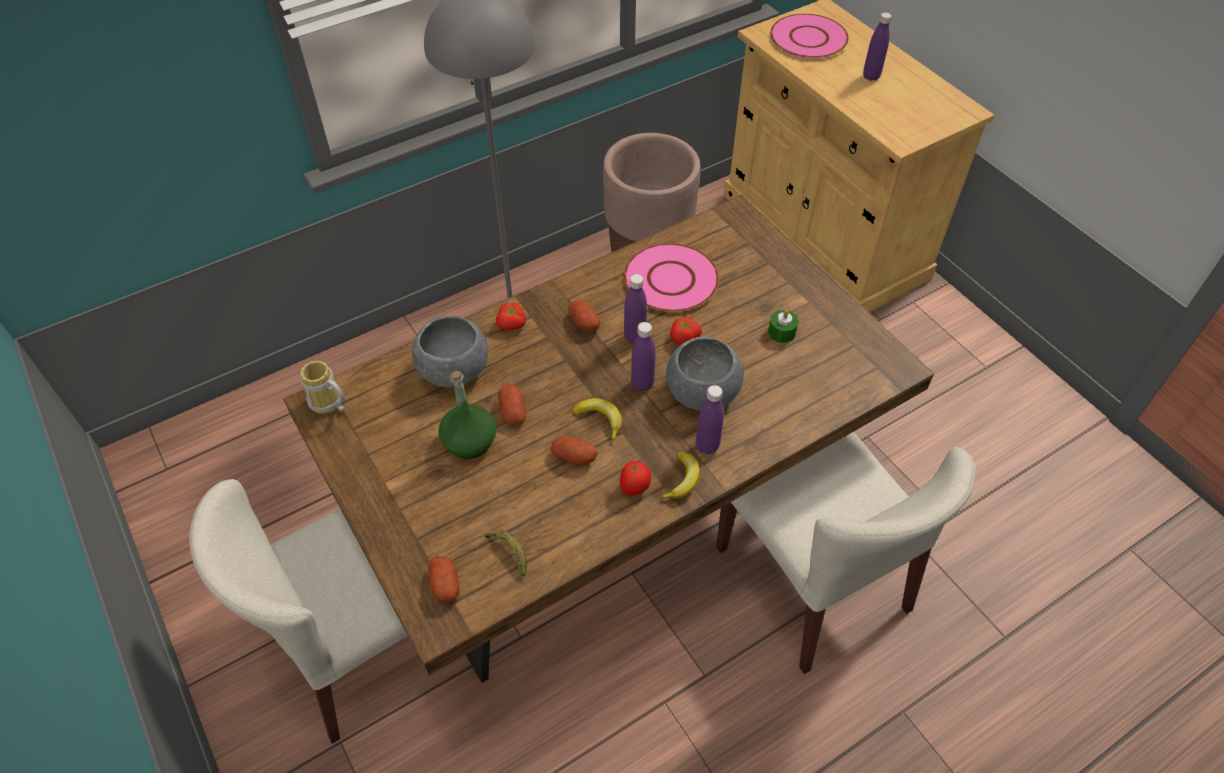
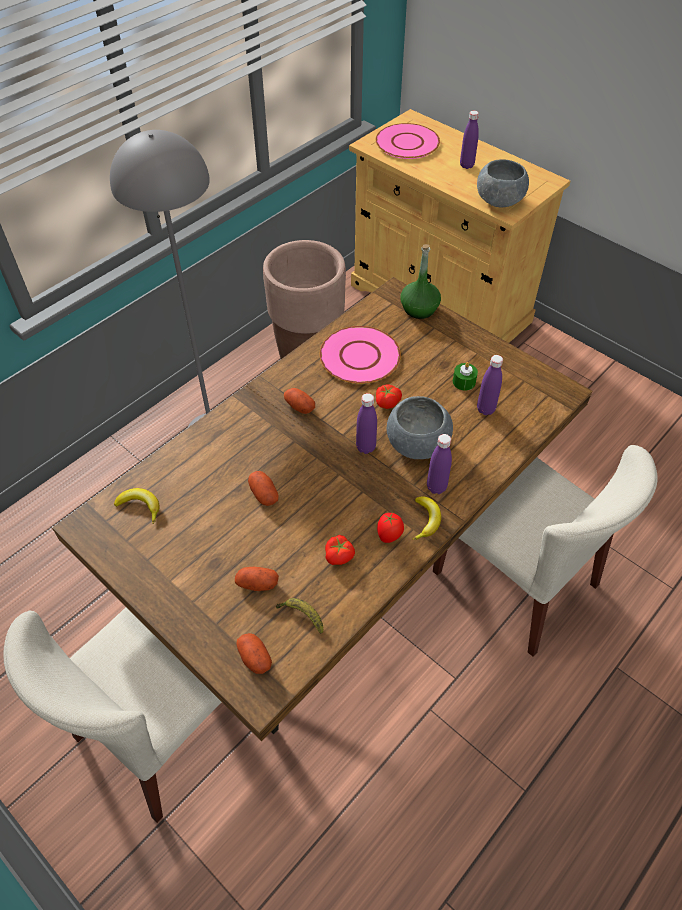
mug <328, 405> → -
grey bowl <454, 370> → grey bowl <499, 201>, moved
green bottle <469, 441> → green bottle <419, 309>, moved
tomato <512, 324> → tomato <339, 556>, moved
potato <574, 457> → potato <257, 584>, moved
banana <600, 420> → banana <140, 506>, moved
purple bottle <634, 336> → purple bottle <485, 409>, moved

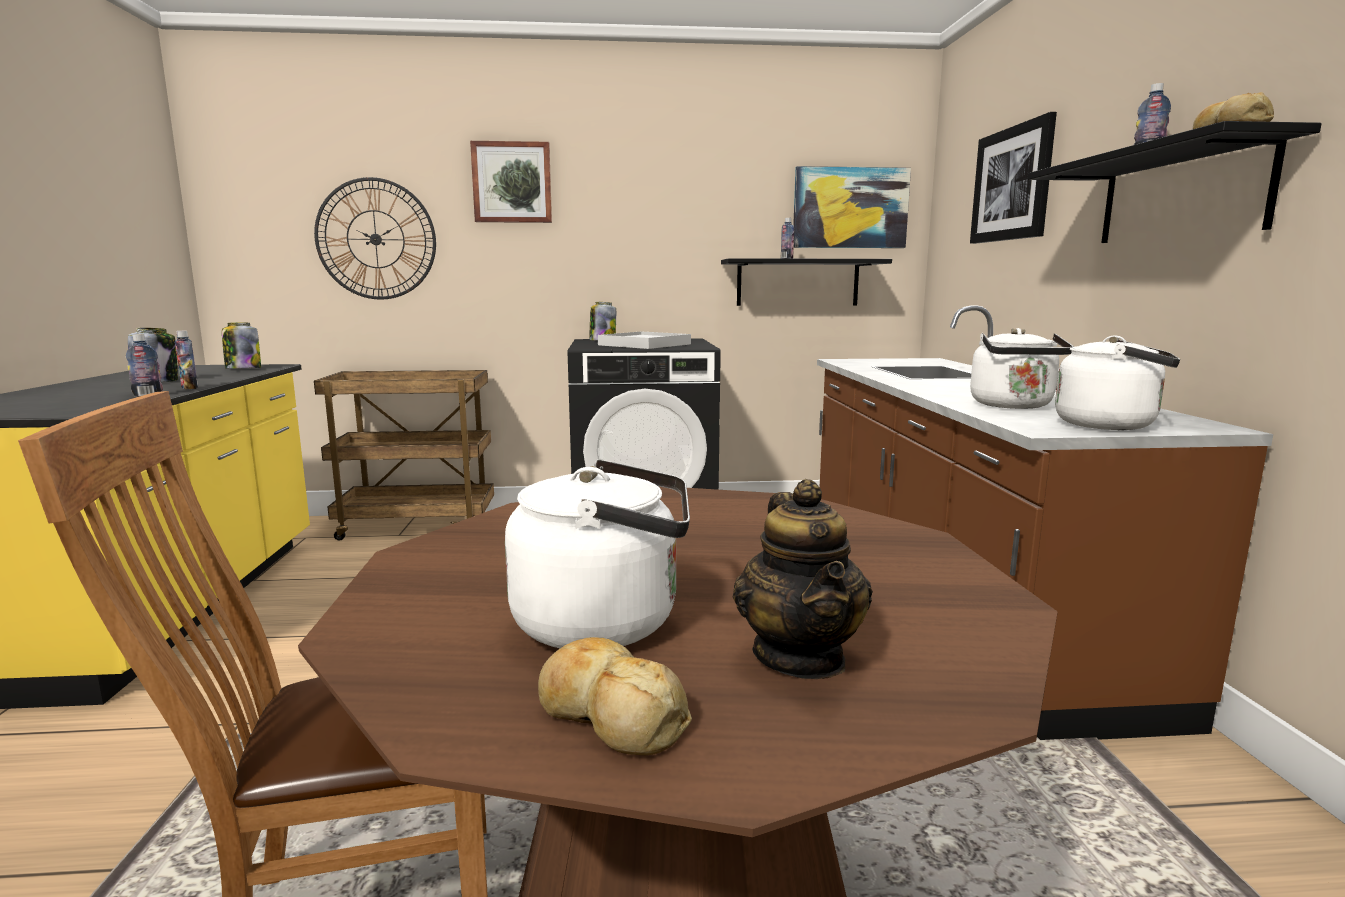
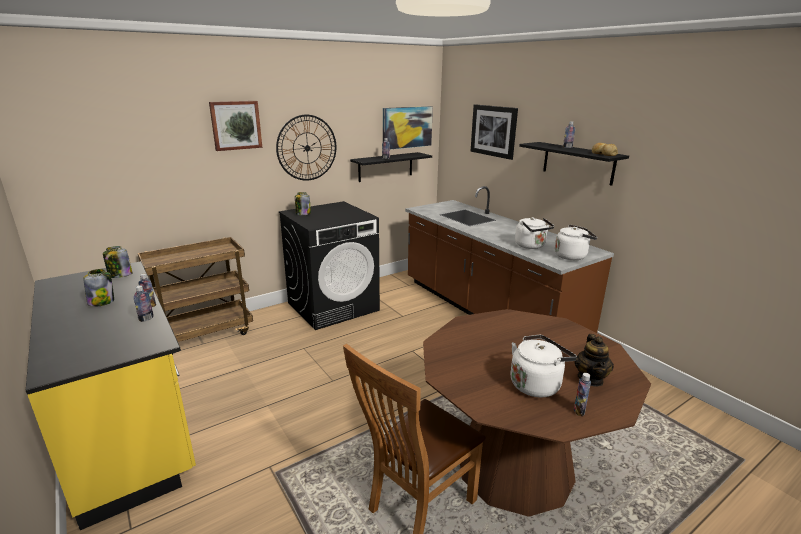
wall clock <376, 239> → wall clock <307, 148>, moved
bread <611, 715> → bottle <579, 411>
white tray <644, 344> → -
teapot <800, 656> → teapot <590, 379>, 45 degrees clockwise

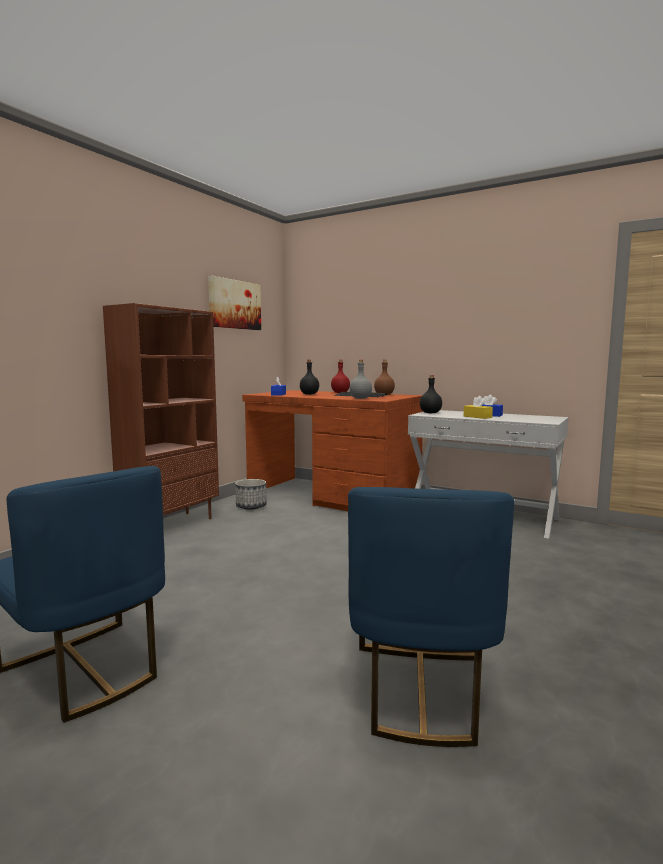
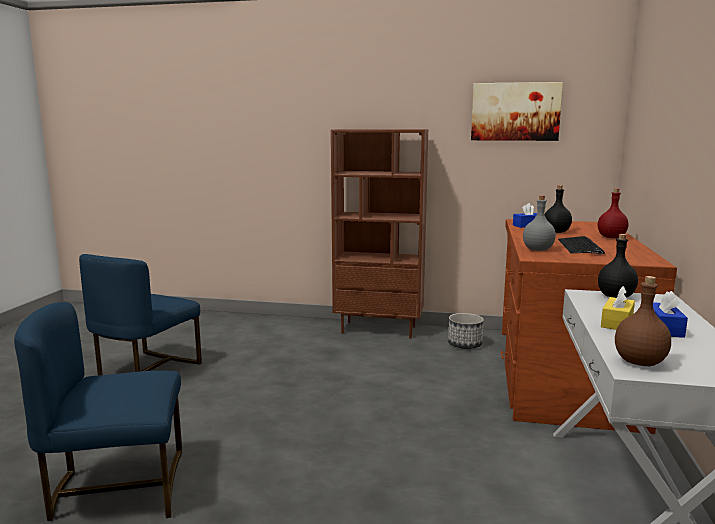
brown bottle <384, 395> → brown bottle <640, 362>, moved

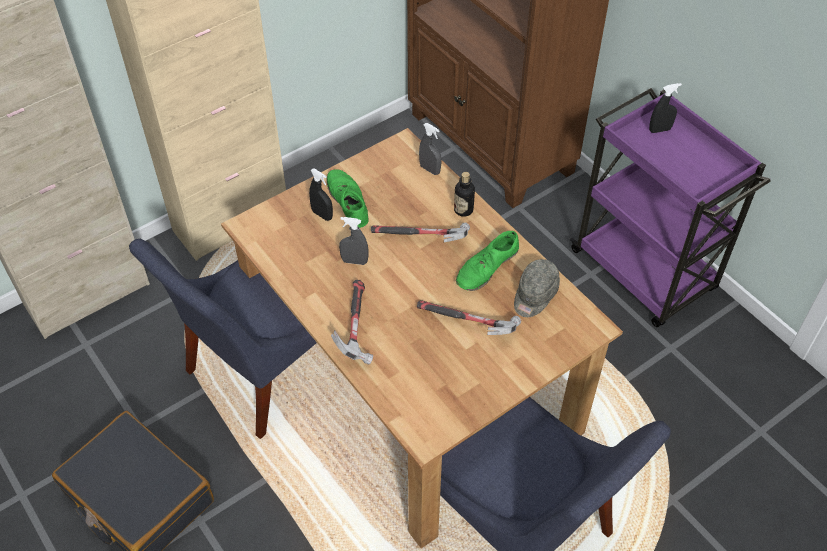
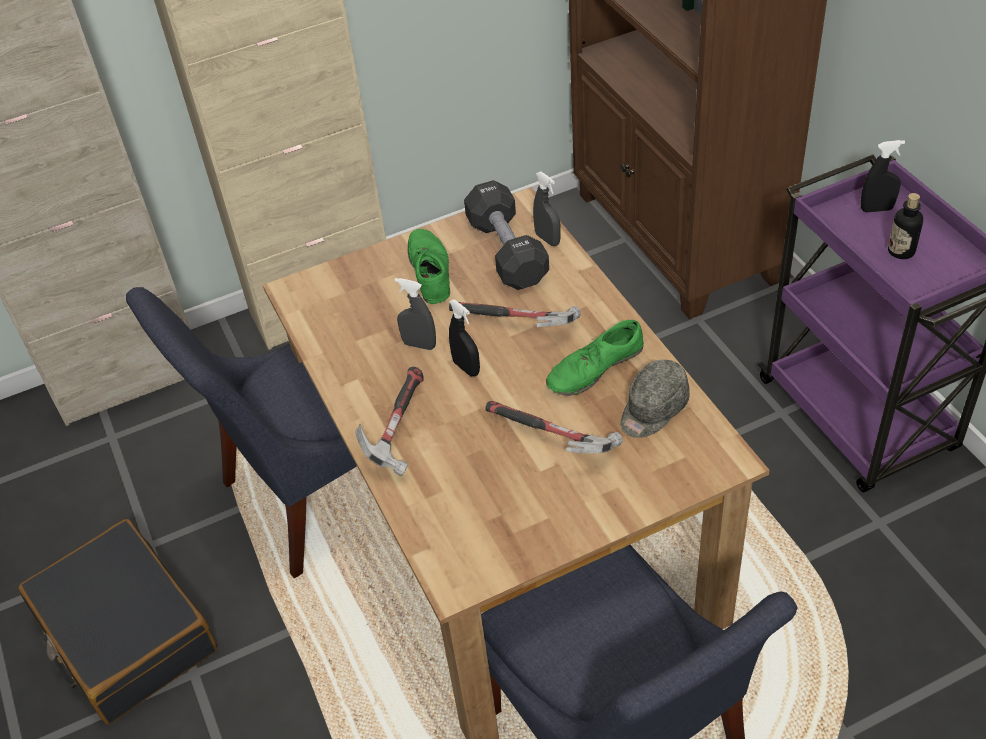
black spray bottle <322, 215> → black spray bottle <466, 368>, moved
bottle <463, 210> → bottle <901, 251>, moved
- → black dumbbell <507, 252>

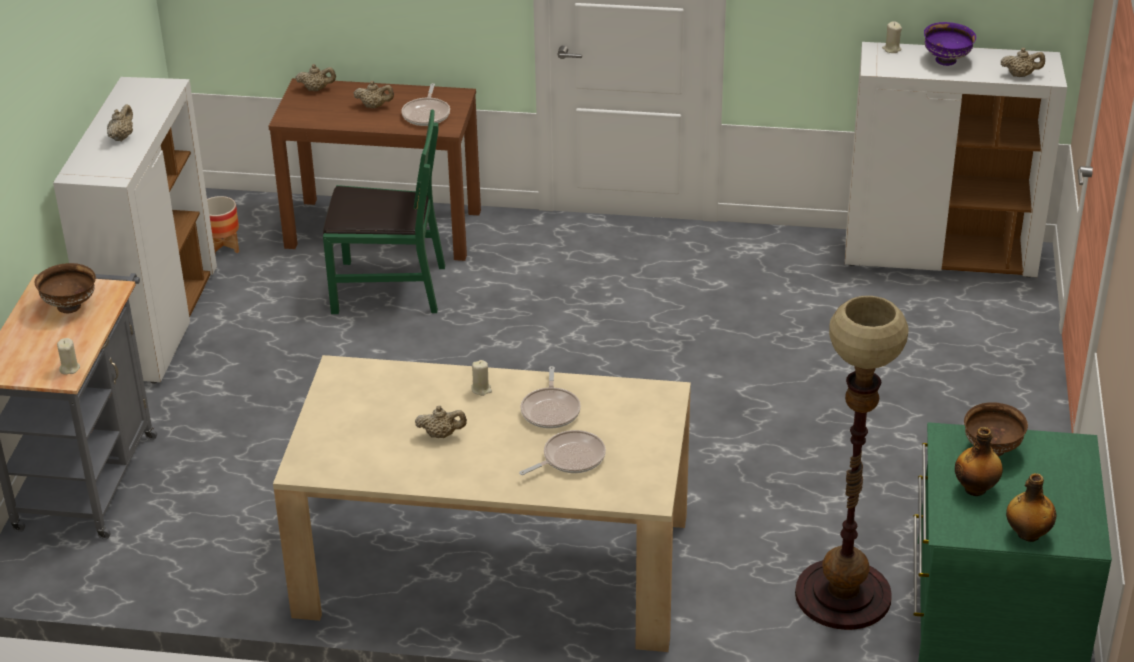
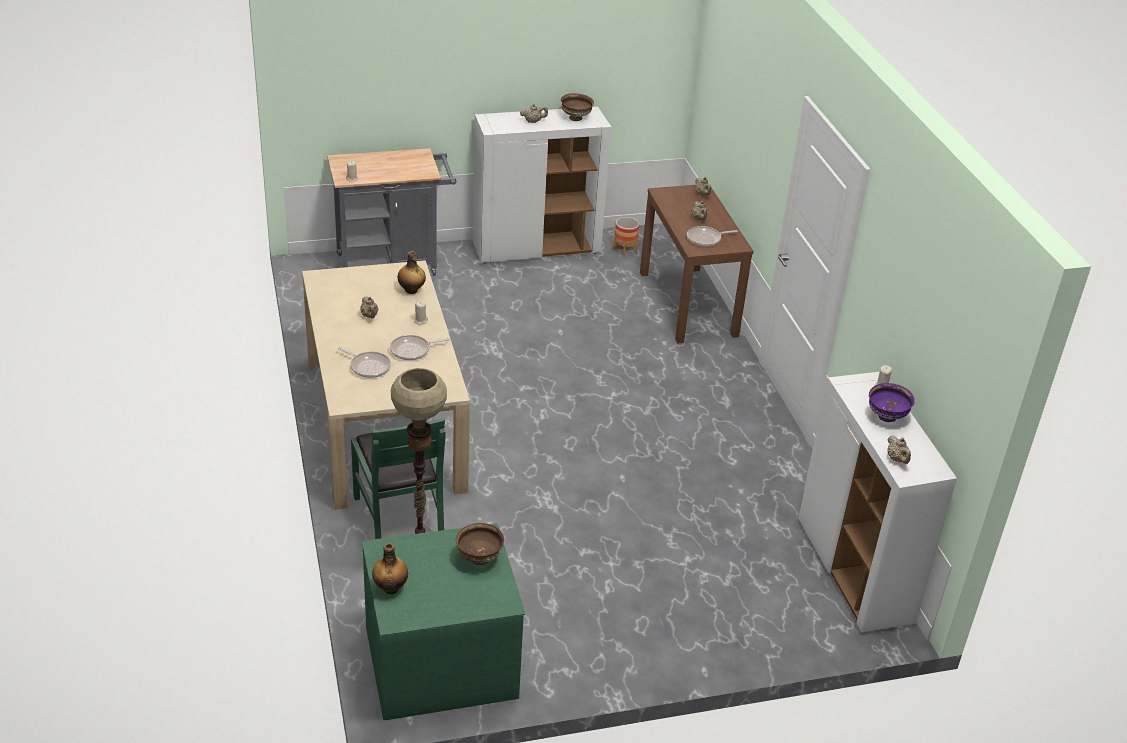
brown bowl <70, 306> → brown bowl <576, 118>, moved
green chair <388, 288> → green chair <400, 517>, moved
bottle <976, 489> → bottle <411, 290>, moved

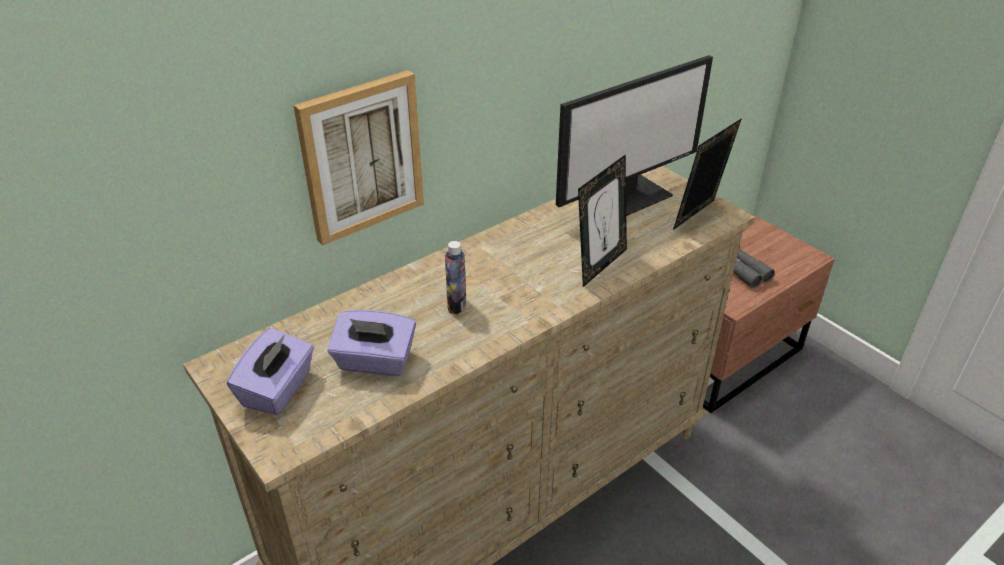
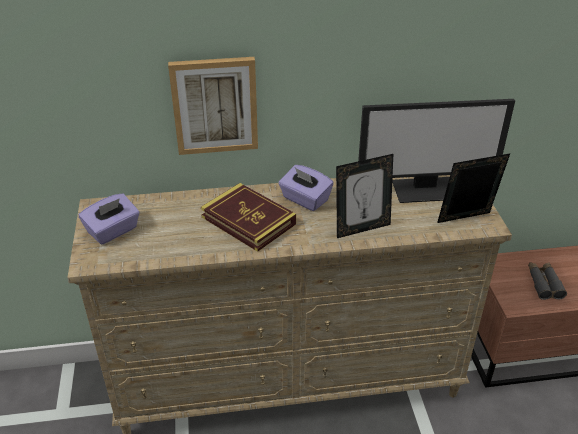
purple tissue box <375, 361> → purple tissue box <305, 200>, moved
bottle <457, 305> → book <248, 220>

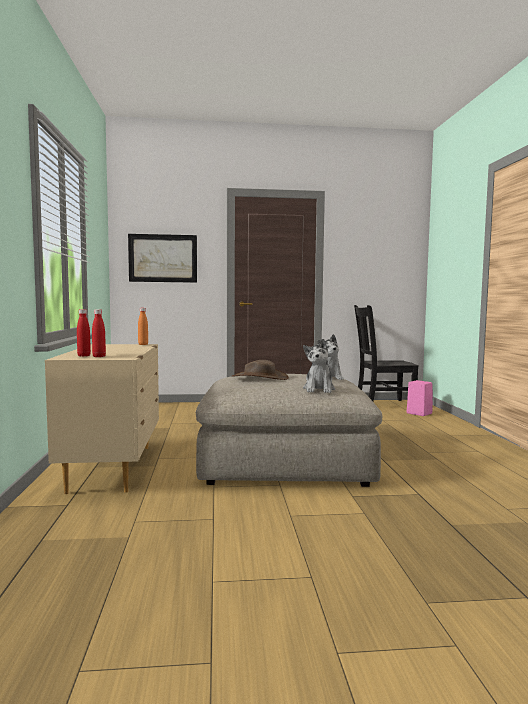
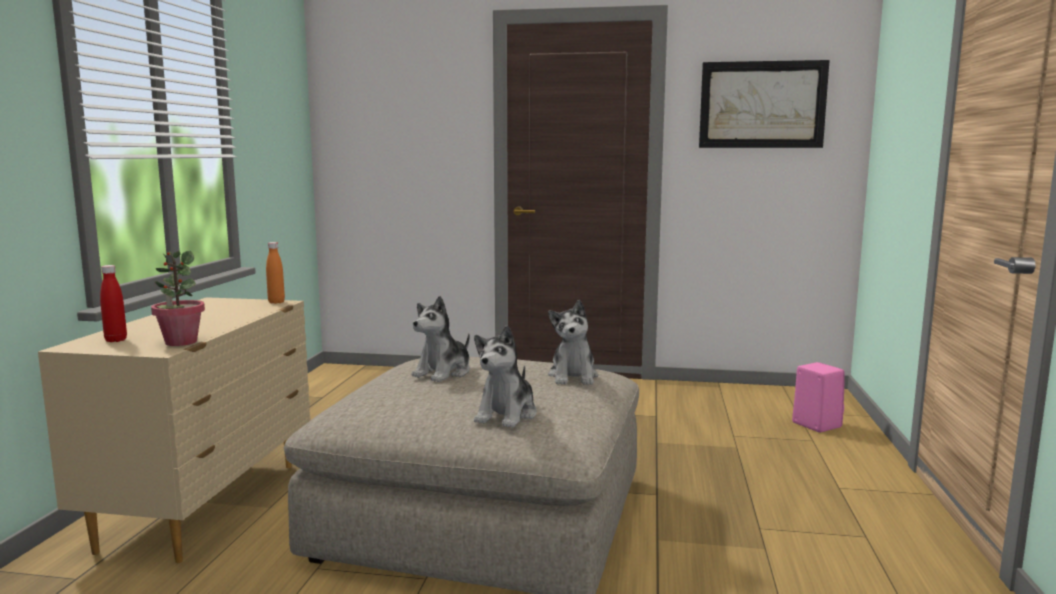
red bottle <99, 356> → -
picture <163, 258> → picture <762, 105>, moved
brown hat <260, 377> → plush toy <443, 373>
black chair <382, 404> → -
- → potted plant <180, 342>

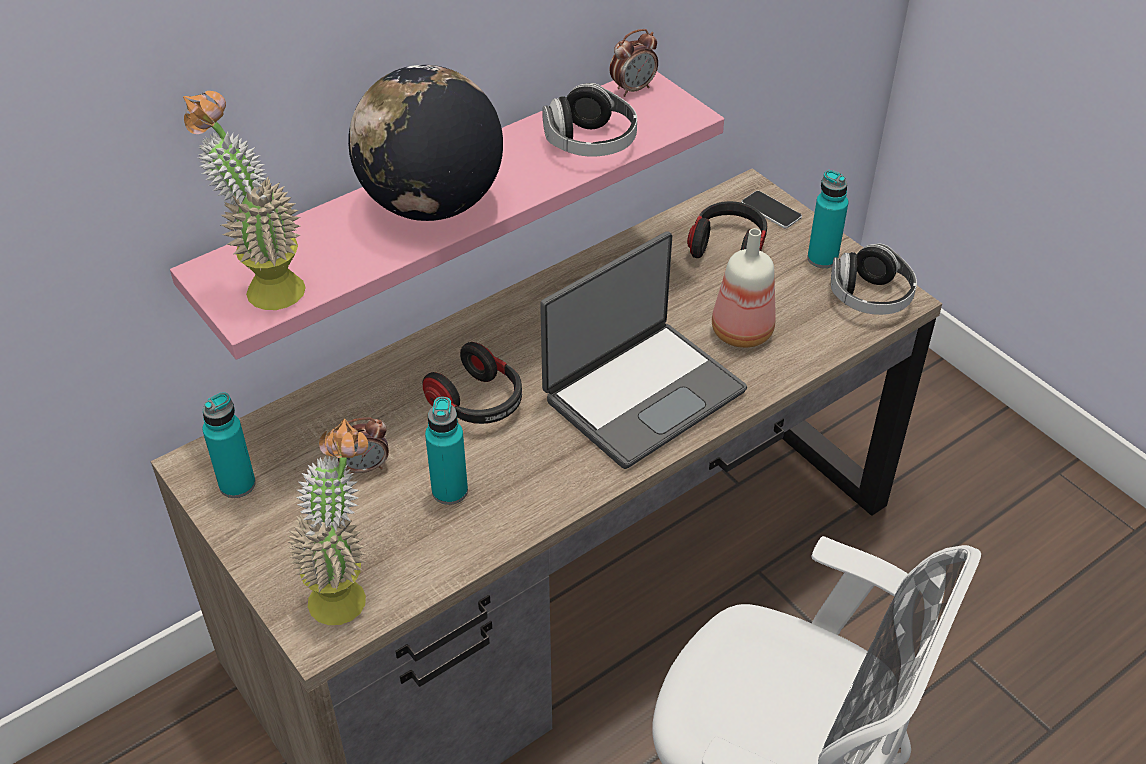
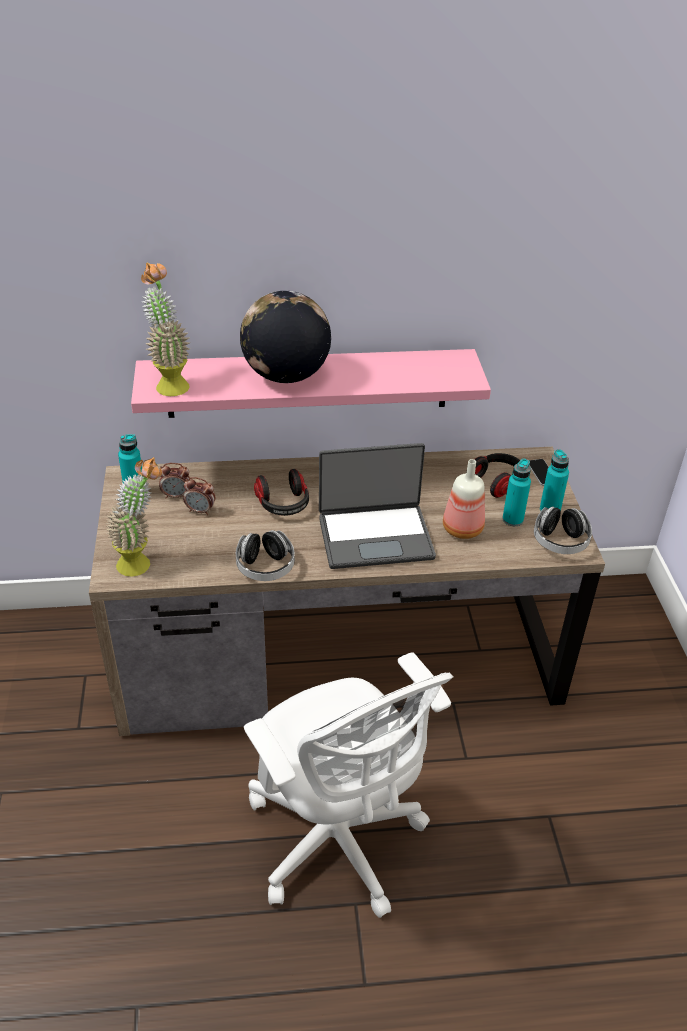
turquoise bottle <449, 491> → turquoise bottle <512, 519>, moved
headphones <590, 143> → headphones <265, 567>, moved
alarm clock <633, 89> → alarm clock <176, 496>, moved

